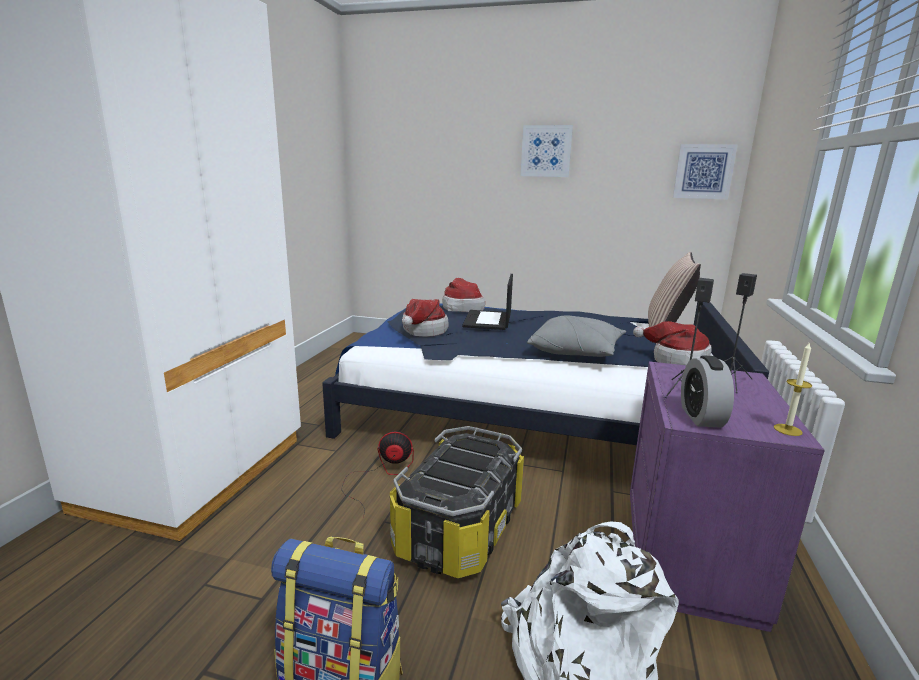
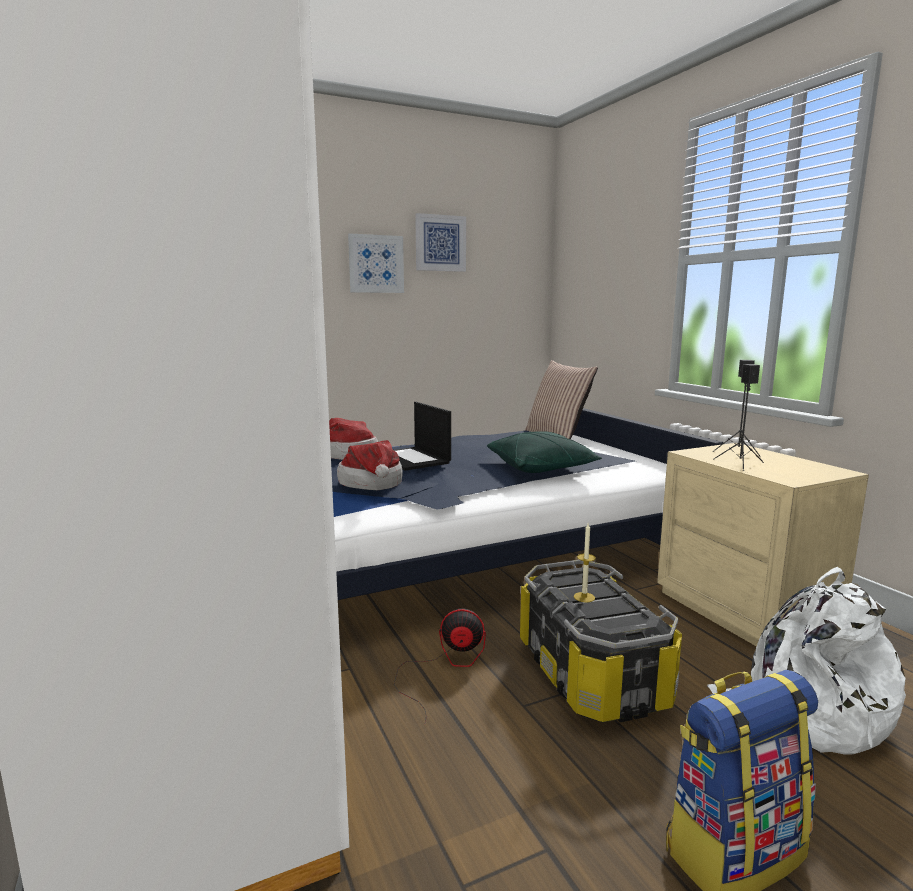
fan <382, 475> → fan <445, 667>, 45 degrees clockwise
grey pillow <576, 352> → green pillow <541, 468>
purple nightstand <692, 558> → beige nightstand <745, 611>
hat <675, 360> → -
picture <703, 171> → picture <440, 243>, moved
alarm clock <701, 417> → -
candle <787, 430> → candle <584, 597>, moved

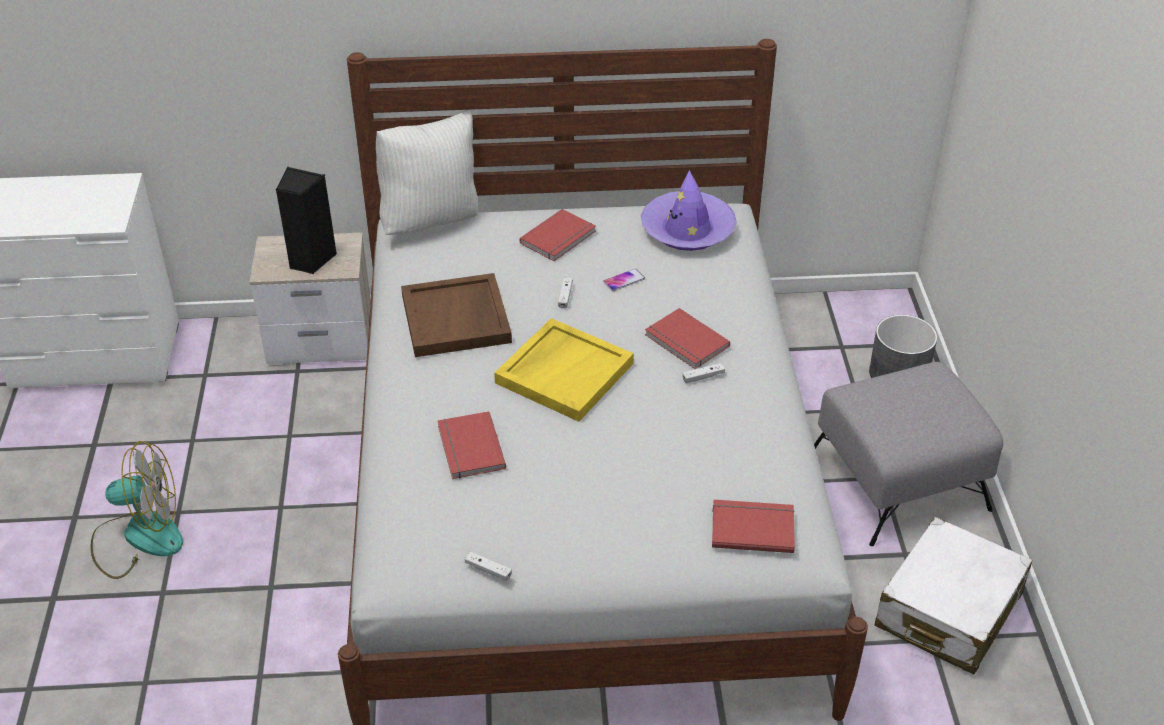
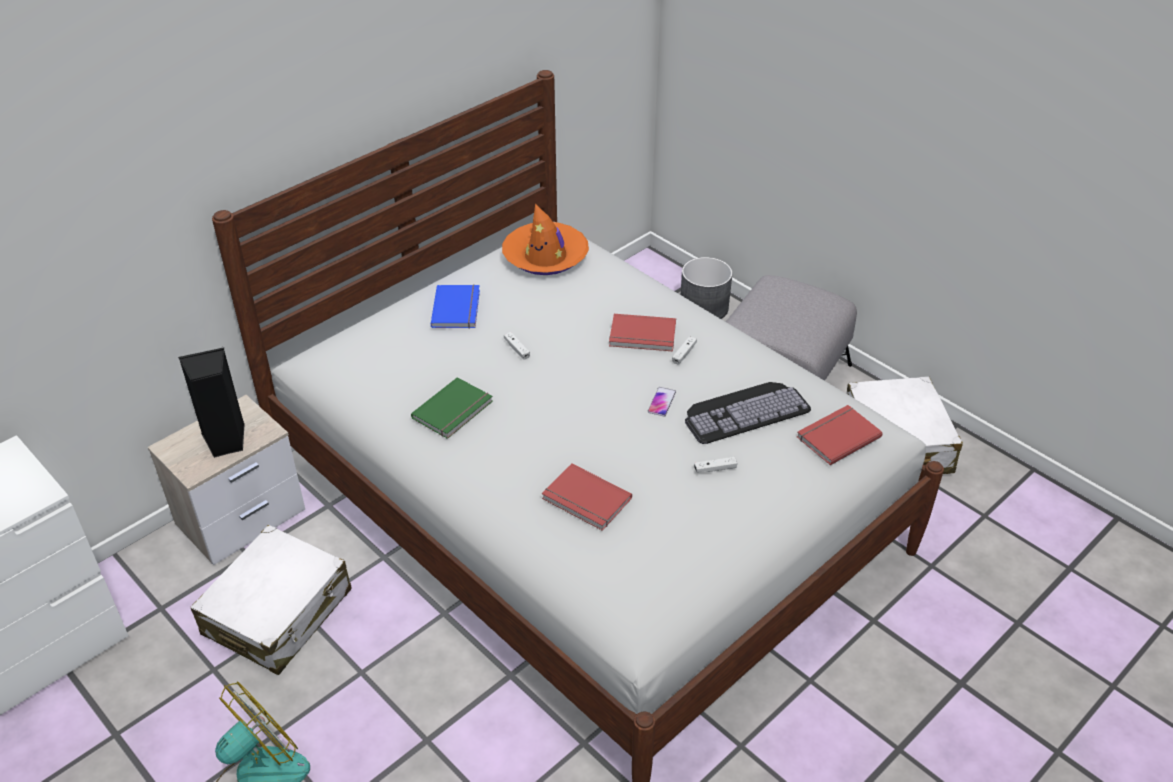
white pillow <431, 220> → -
brown tray <457, 319> → green book <454, 410>
white game controller <488, 570> → white game controller <715, 469>, moved
yellow tray <564, 372> → -
red book <560, 238> → blue book <458, 308>
phone <624, 280> → phone <661, 402>, moved
purple hat <688, 230> → orange hat <545, 256>
- → white suitcase <278, 613>
- → keyboard <745, 410>

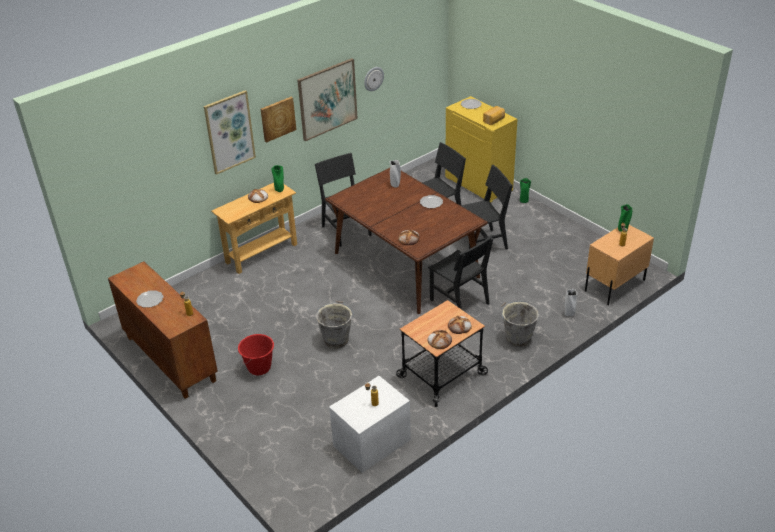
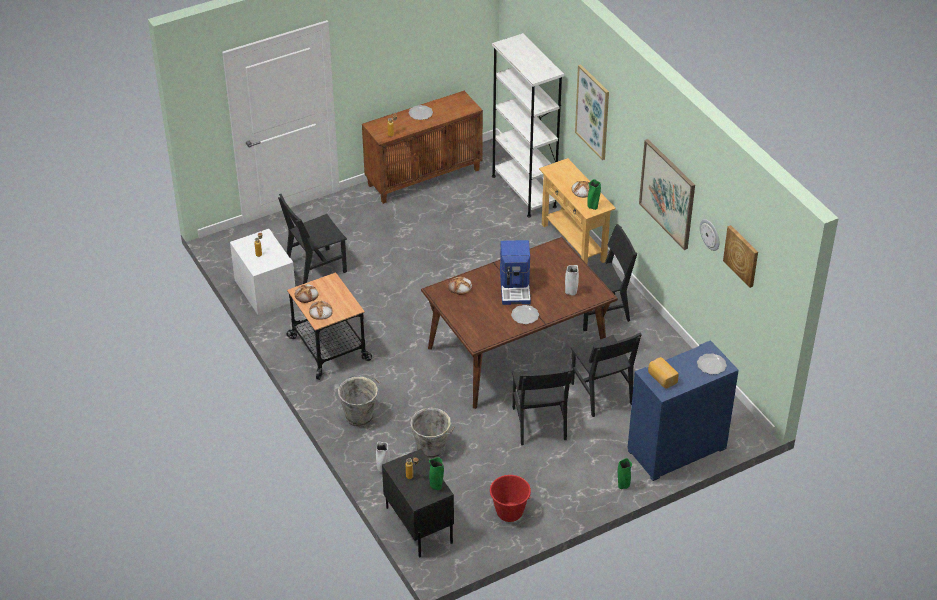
red bucket <259, 368> → red bucket <509, 512>, moved
picture <277, 118> → picture <742, 255>, moved
grey bucket <336, 339> → grey bucket <432, 449>, moved
black chair <459, 302> → black chair <316, 268>, moved
yellow cabinet <479, 184> → blue cabinet <676, 450>
beige nightstand <614, 285> → black nightstand <419, 524>
- → white bookcase <523, 191>
- → coffee machine <515, 287>

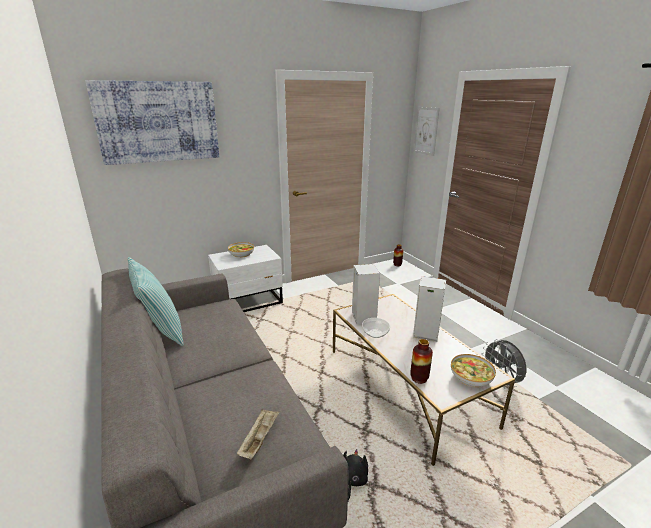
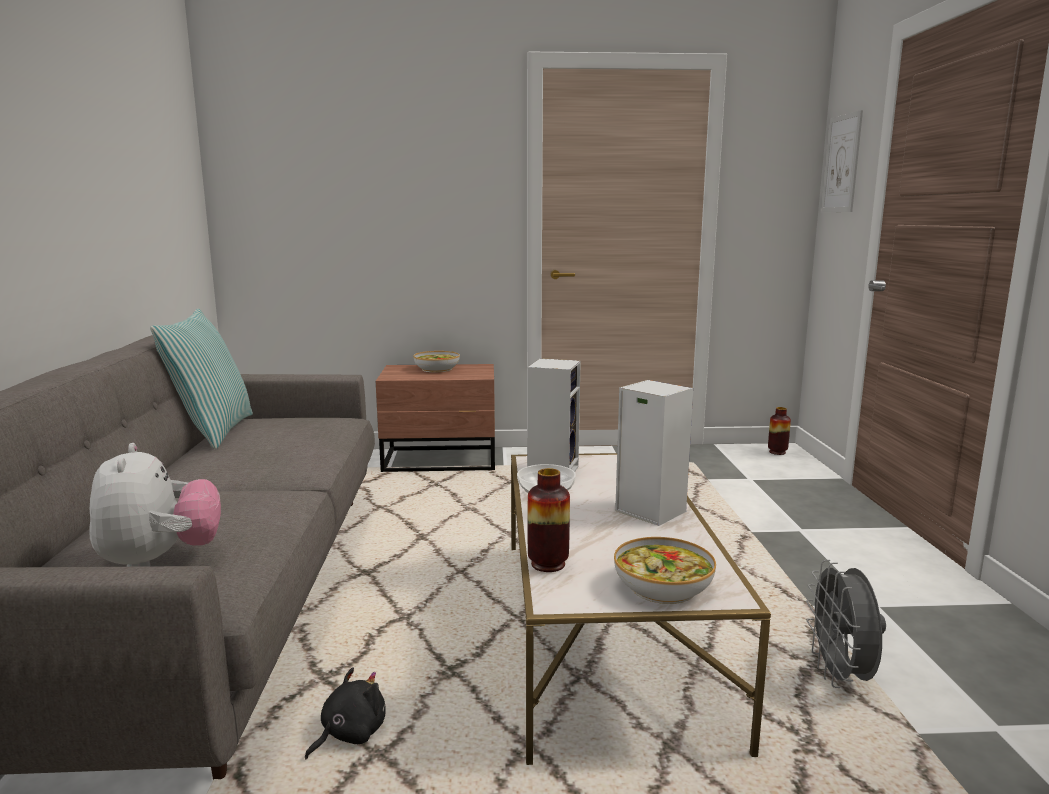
picture <158, 122> → -
white nightstand <249, 302> → brown nightstand <442, 461>
beige tray <259, 439> → plush toy <160, 561>

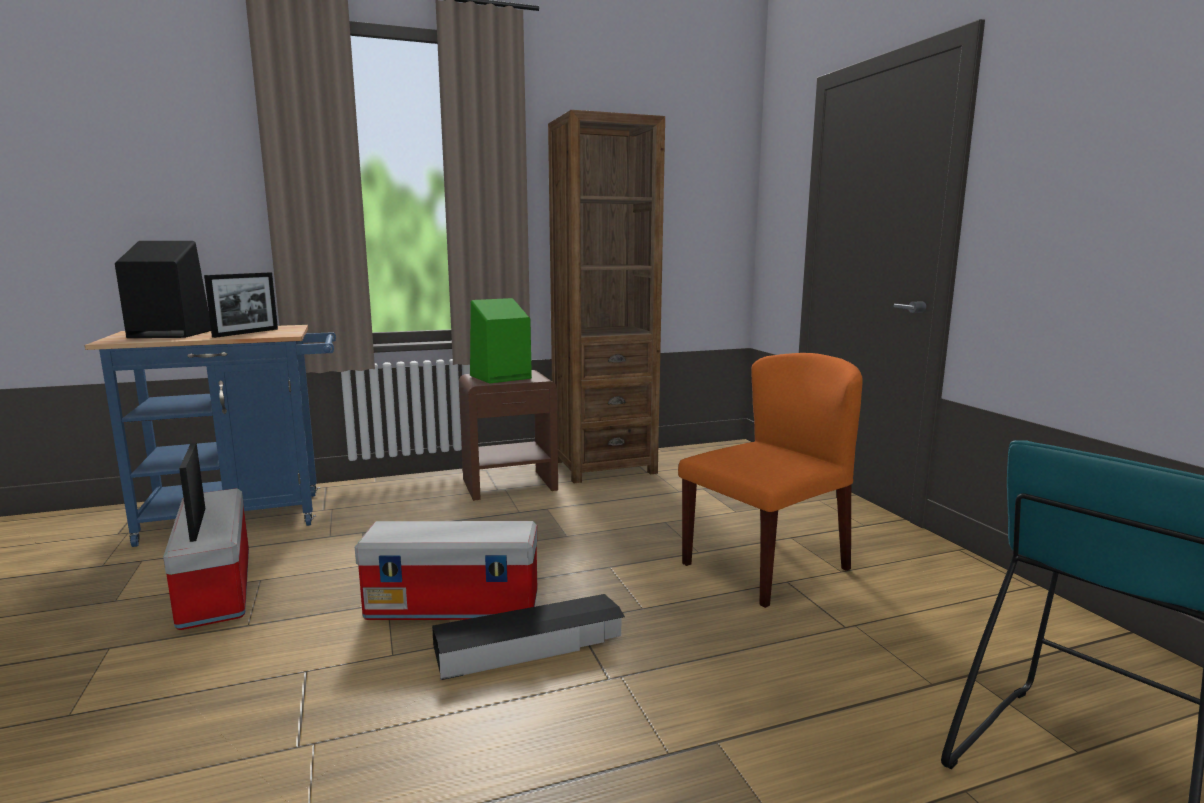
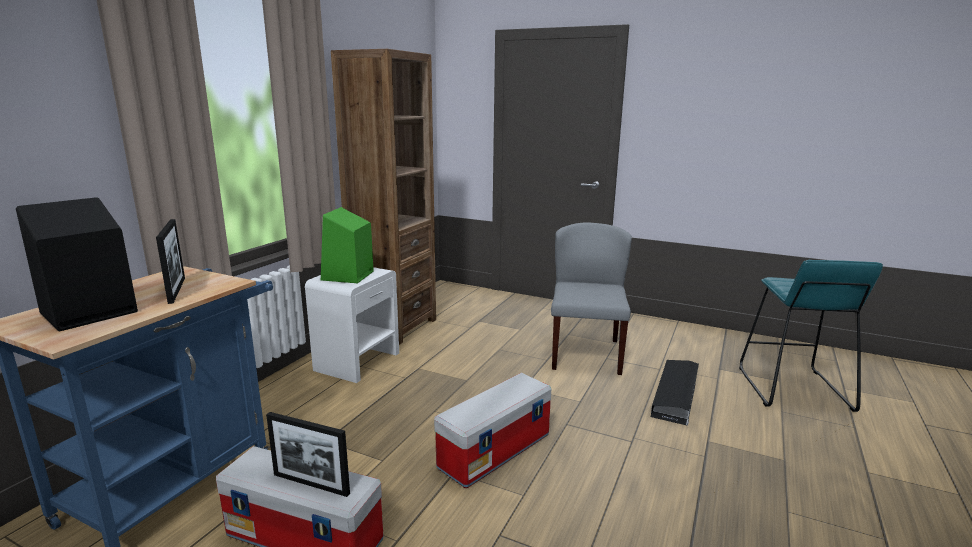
black storage box <530, 644> → black storage box <675, 395>, moved
brown nightstand <510, 484> → white nightstand <358, 361>
orange chair <765, 565> → grey chair <585, 354>

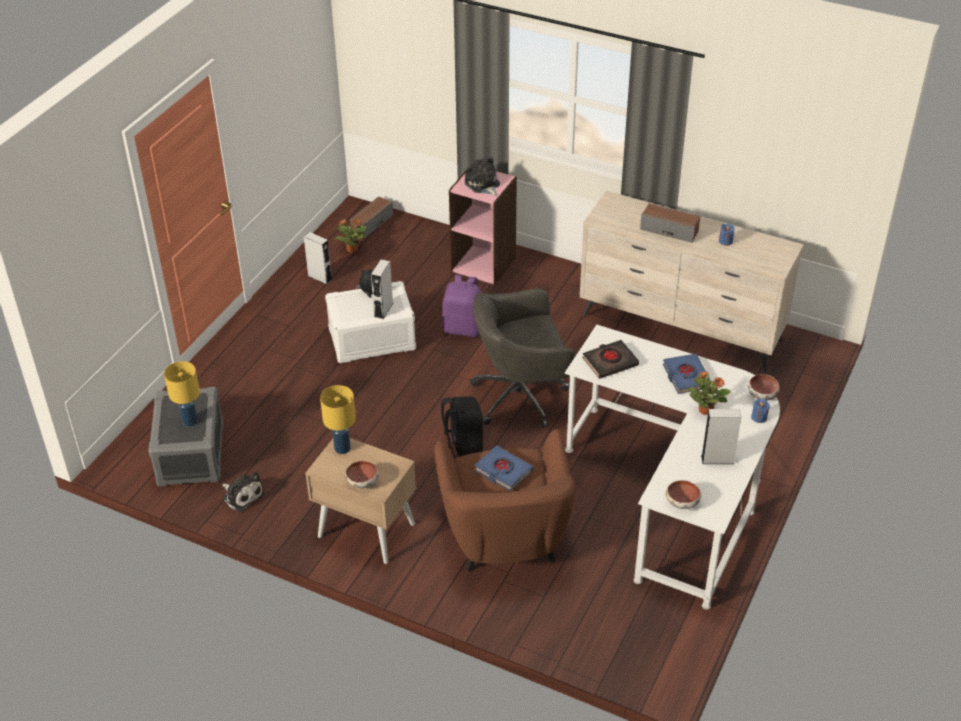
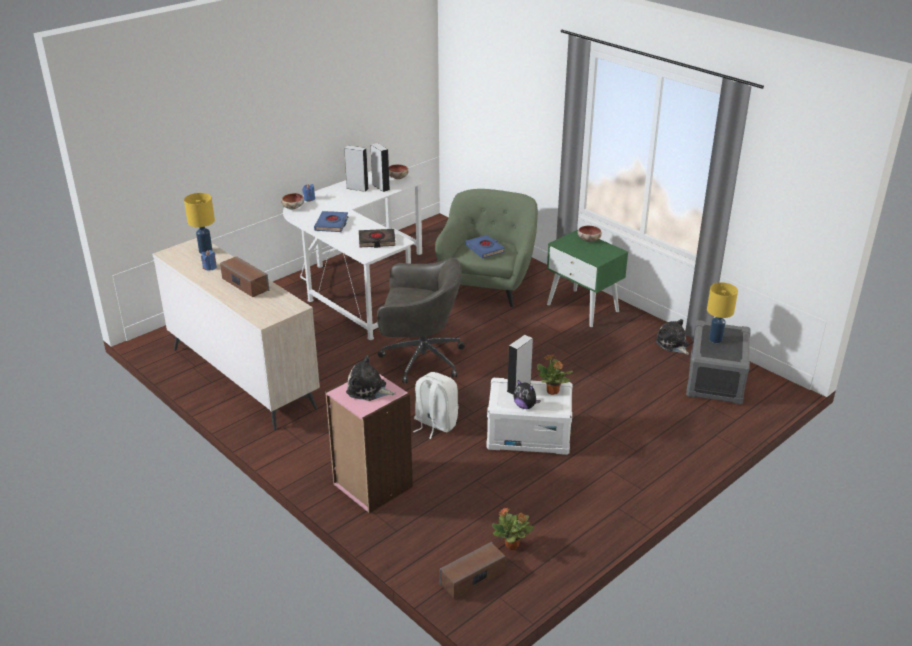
grey speaker <320, 278> → grey speaker <381, 187>, moved
beige nightstand <365, 530> → green nightstand <583, 308>
yellow table lamp <342, 448> → yellow table lamp <205, 251>, moved
black backpack <462, 447> → -
brown armchair <505, 537> → green armchair <488, 286>
purple backpack <464, 328> → white backpack <434, 424>
plush toy <483, 185> → plush toy <368, 390>, 120 degrees clockwise
potted plant <705, 410> → potted plant <553, 391>, moved

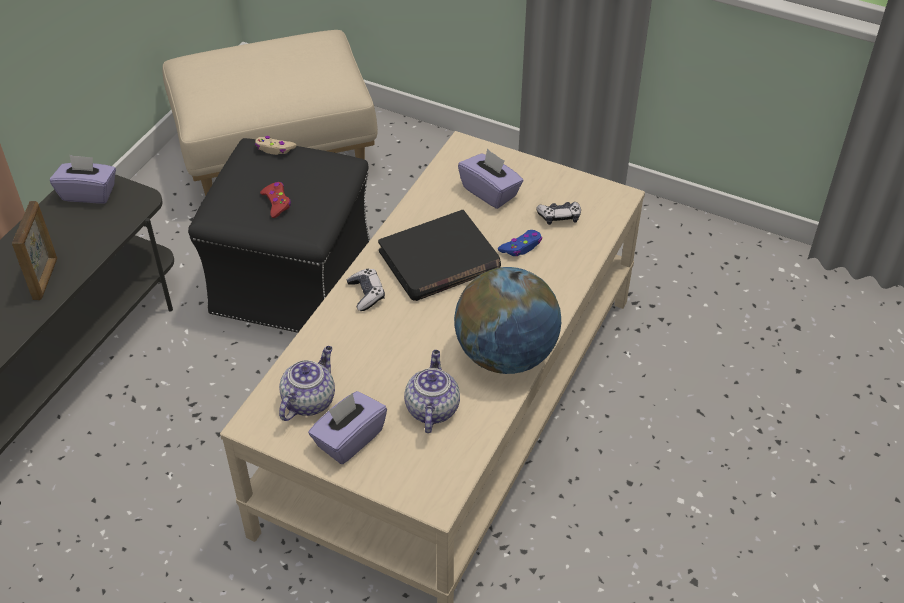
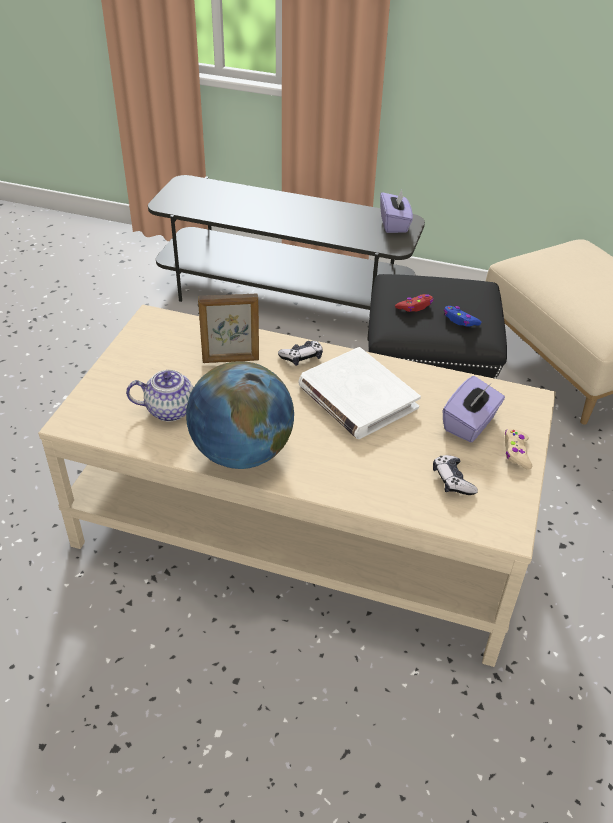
picture frame <46, 278> → picture frame <231, 360>, moved
beige game controller <275, 149> → beige game controller <516, 452>, moved
teapot <309, 400> → -
purple tissue box <349, 439> → -
black book <439, 261> → white book <357, 397>
blue game controller <521, 247> → blue game controller <460, 320>, moved

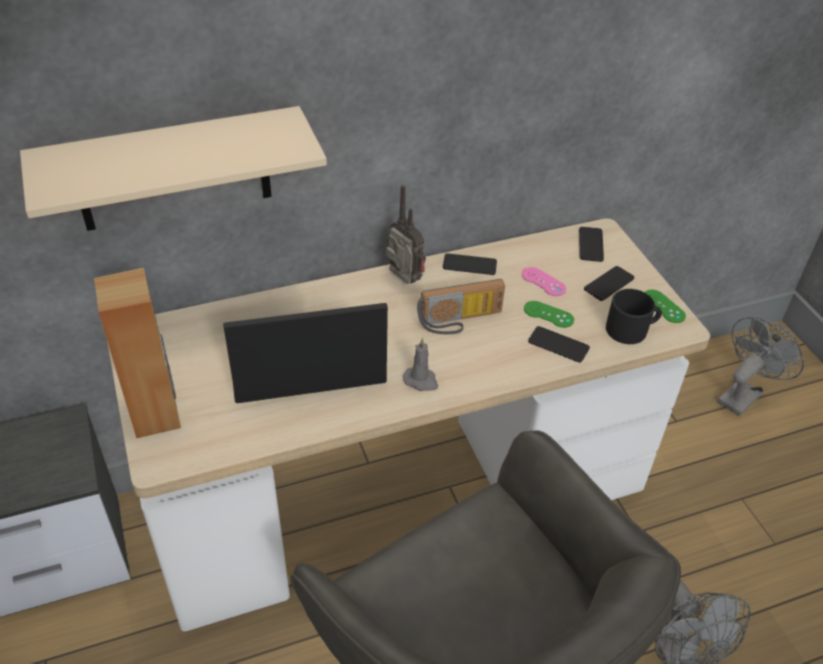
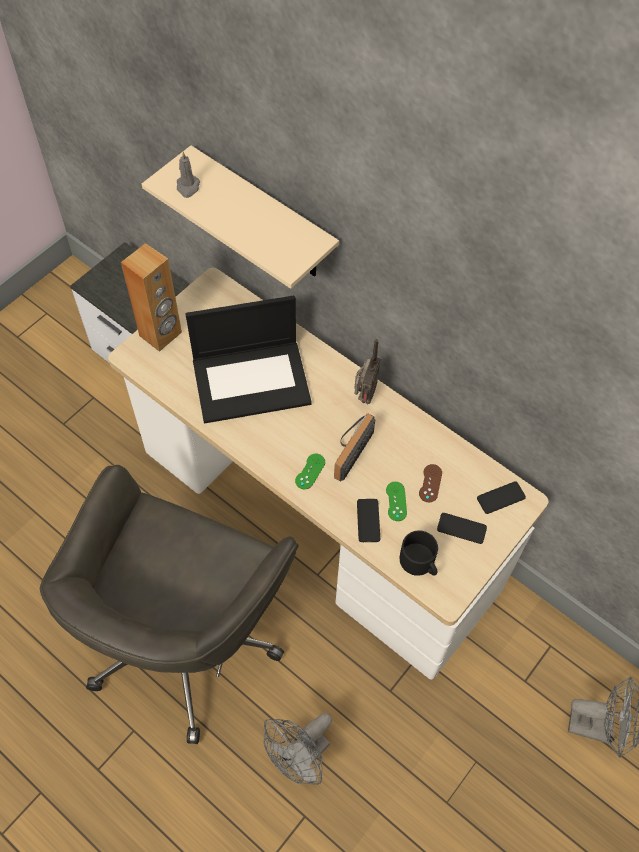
laptop <304, 359> → laptop <252, 380>, 120 degrees clockwise
grey candle <421, 381> → grey candle <188, 187>, moved
radio <460, 321> → radio <349, 449>, 75 degrees clockwise
phone <469, 265> → -
pink game controller <543, 282> → brown game controller <430, 483>
green game controller <663, 306> → green game controller <310, 471>, moved

